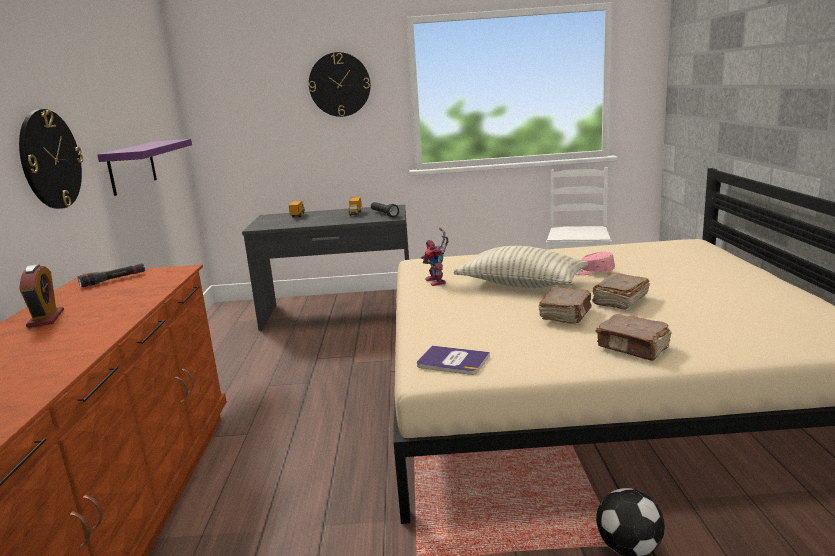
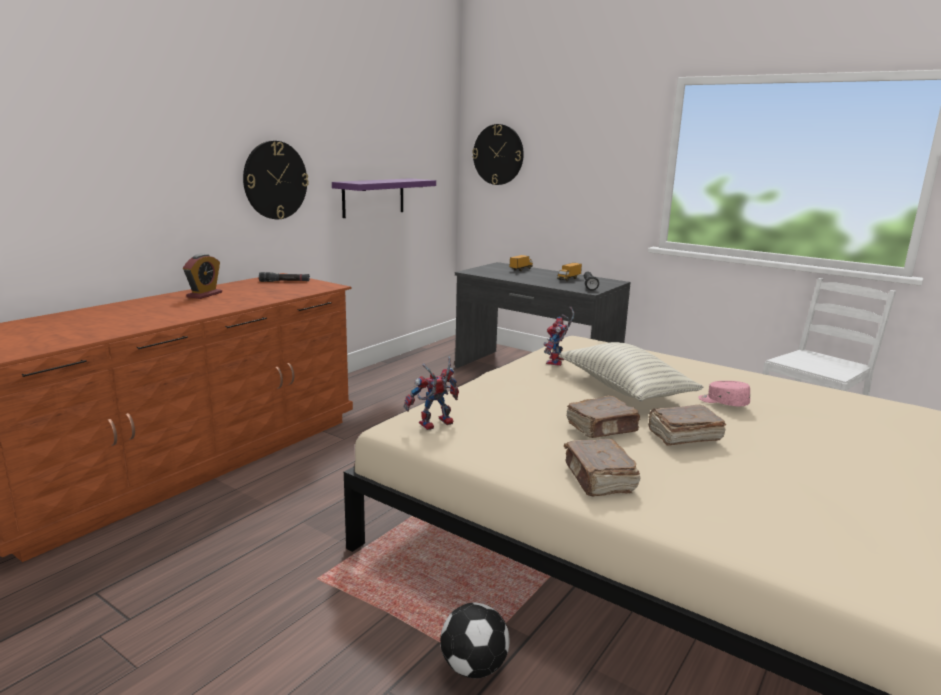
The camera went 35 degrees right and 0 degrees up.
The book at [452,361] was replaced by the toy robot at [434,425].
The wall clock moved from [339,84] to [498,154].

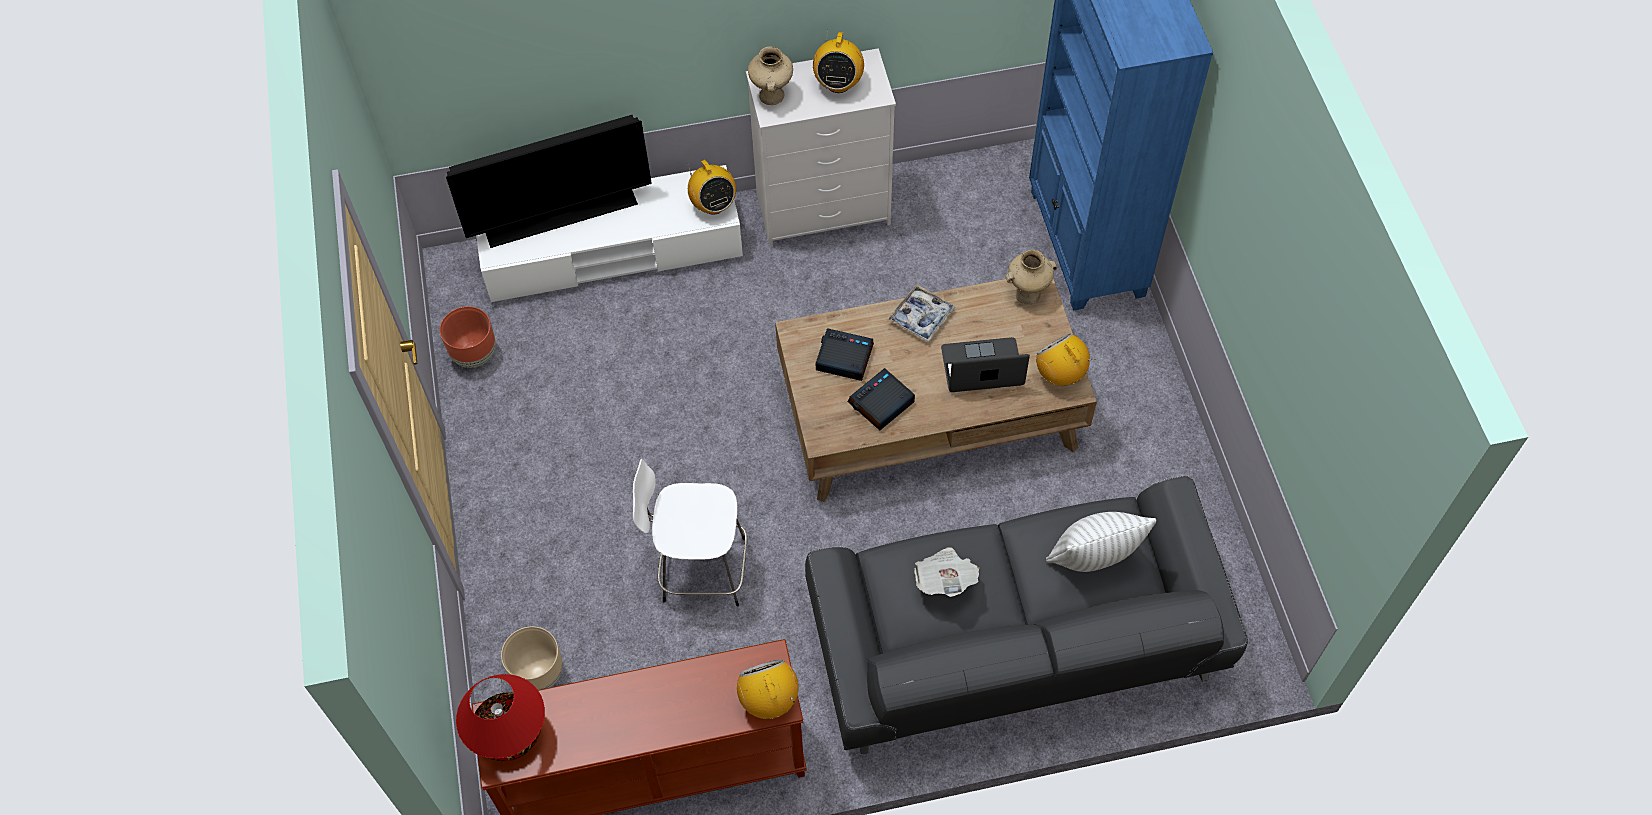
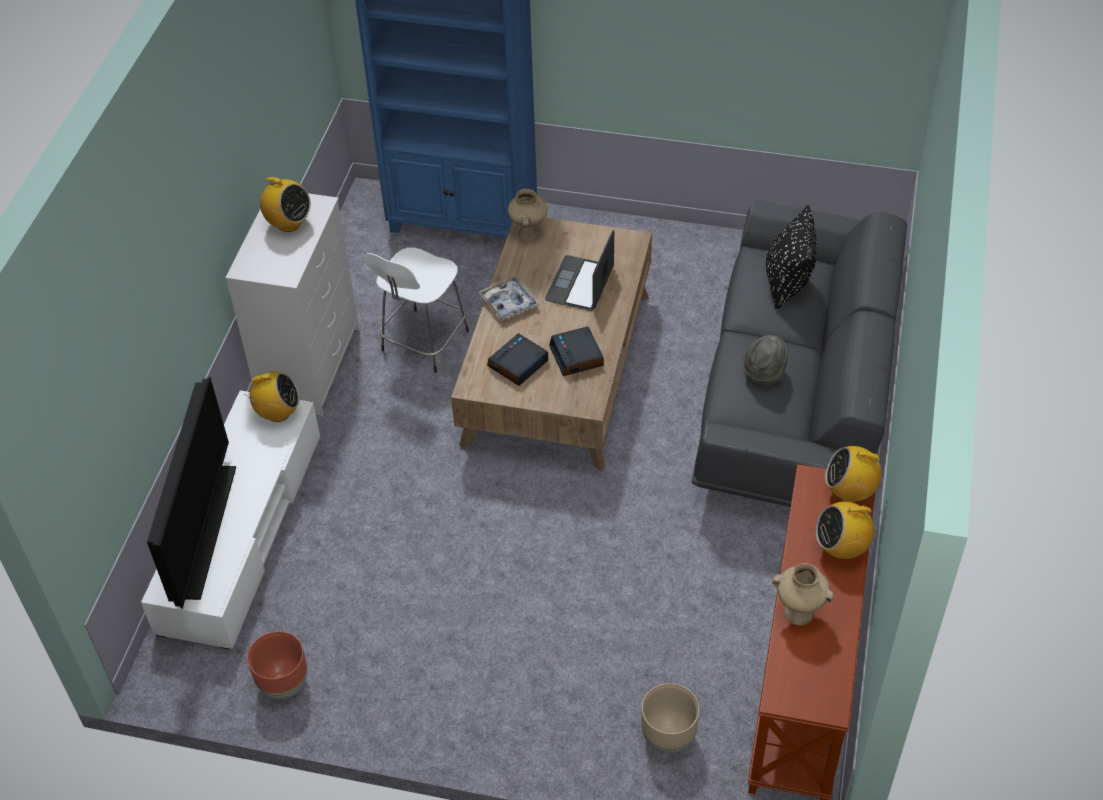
The camera went 65 degrees left and 10 degrees down.
The stool (white) moved from [700,569] to [423,343].
The newspaper at [945,579] was replaced by the hat (grey) at [764,373].
The pillow (white) at [1094,557] became the pillow (black) at [787,283].
The vase (beige) moved from [772,96] to [799,612].
The radio moved from [1060,375] to [841,548].
The table lamp (red) at [508,733] disappeared.

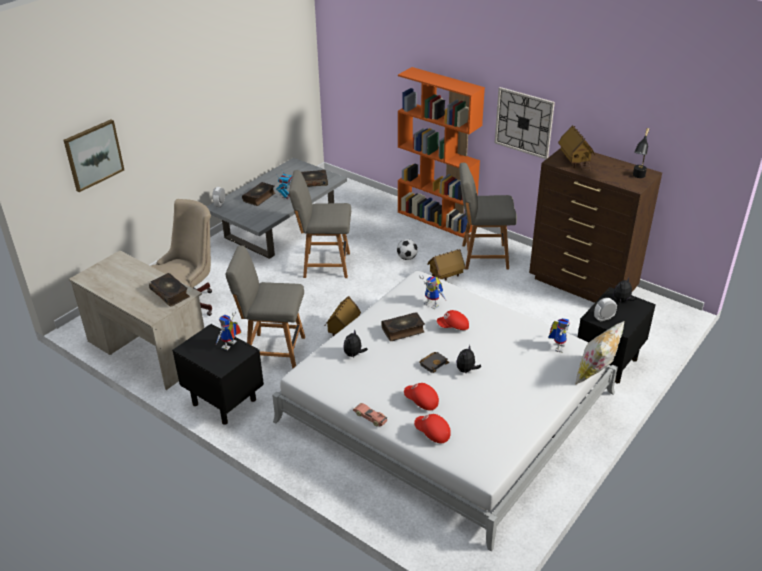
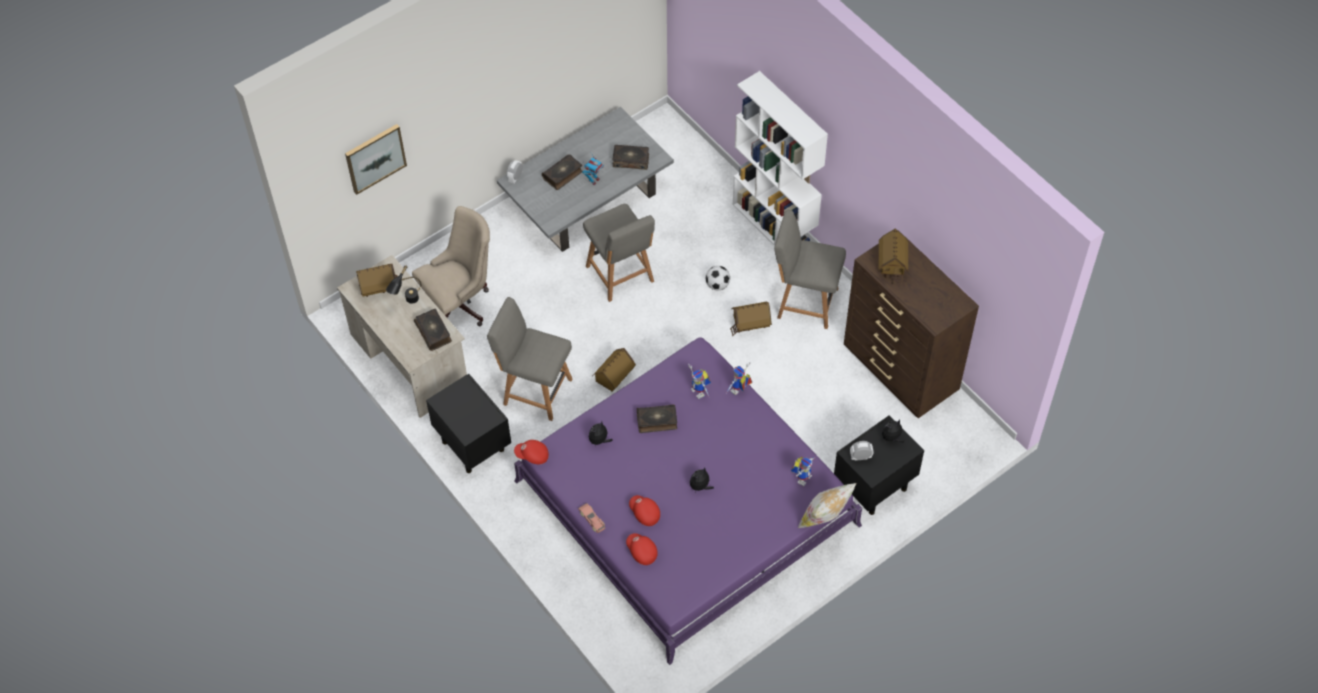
The camera went 15 degrees right and 20 degrees up.
The toy house at [379,288] appeared.
The table lamp (black) moved from [637,178] to [407,302].
The bed (white) at [446,406] became the bed (purple) at [686,502].
The cap (red) moved from [453,327] to [532,455].
The chair (grey) at [324,265] turned 135 degrees counterclockwise.
The toy robot moved from [230,346] to [739,391].
The bookcase (orange) at [436,220] became the bookcase (white) at [774,228].
The book (black) at [433,363] disappeared.
The wall clock at [524,122] disappeared.

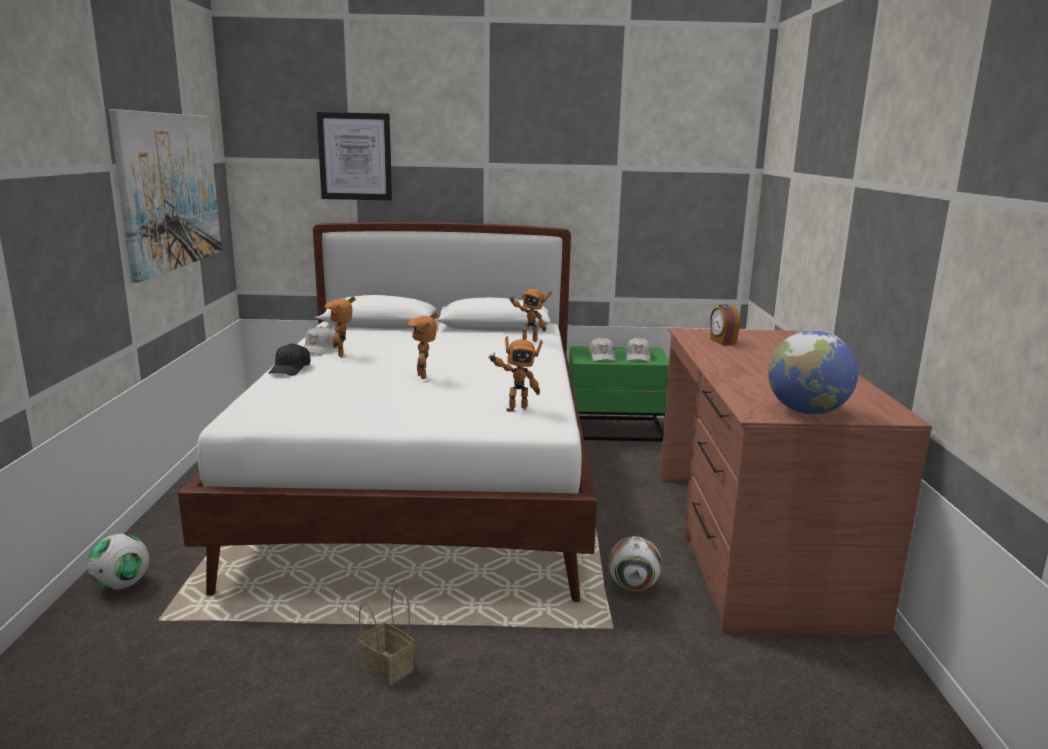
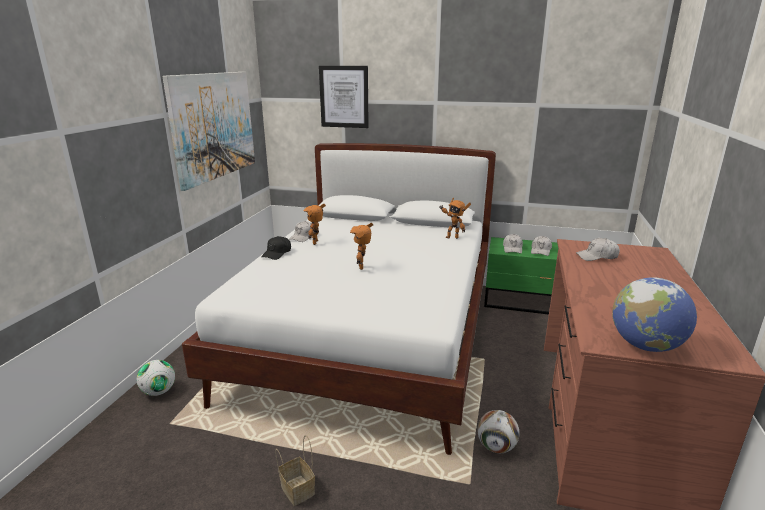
The camera went 15 degrees right and 5 degrees up.
The alarm clock at [722,341] was replaced by the cap (white) at [597,256].
The toy robot at [515,408] disappeared.

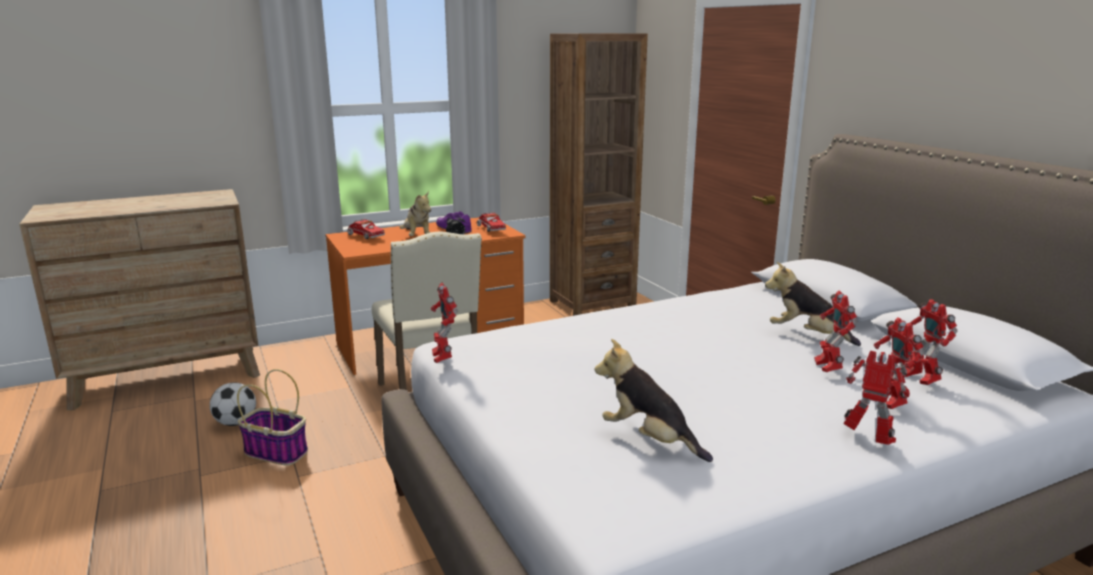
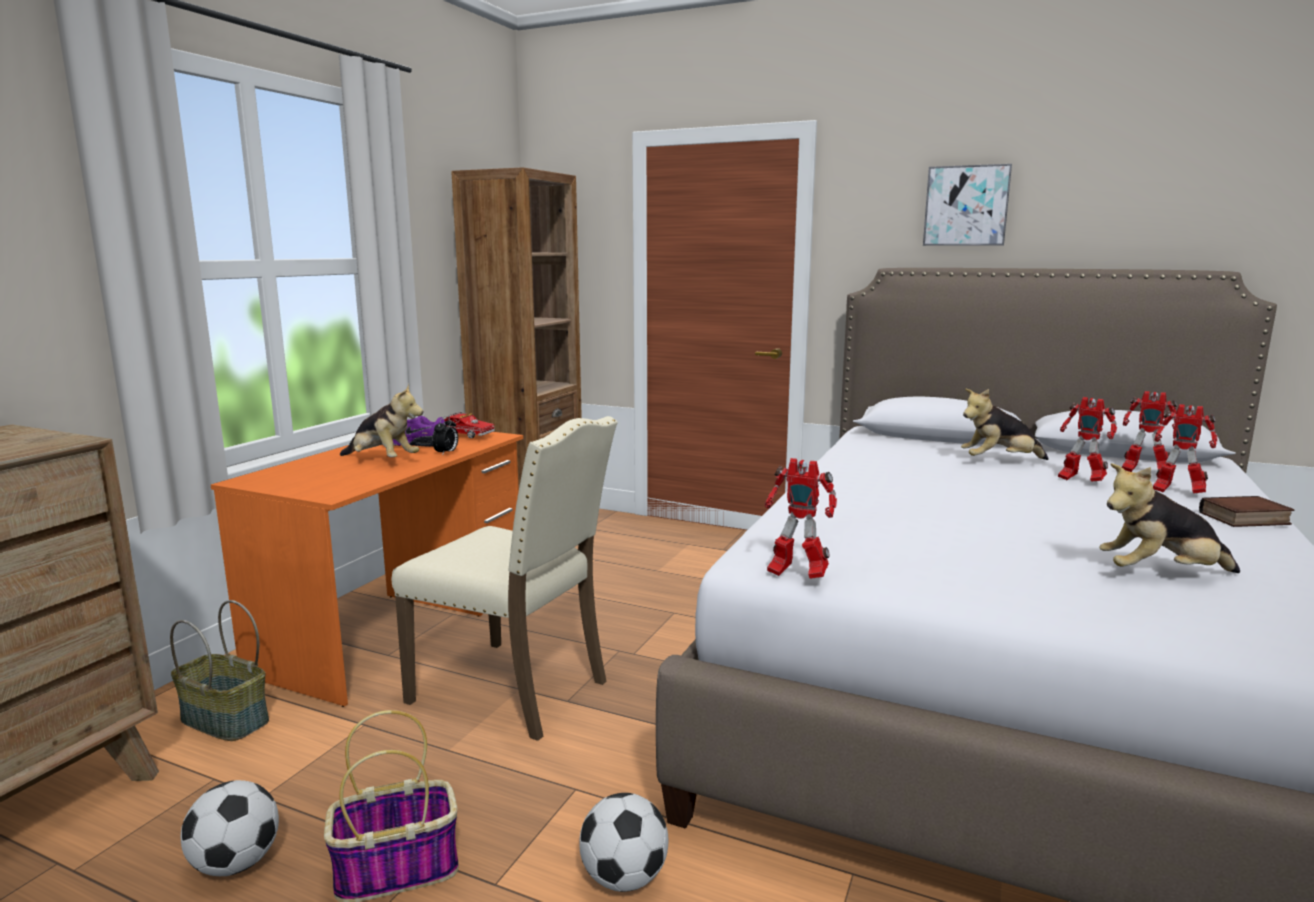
The camera went 40 degrees left and 5 degrees down.
The basket at [223,721] appeared.
The football at [624,878] appeared.
The picture at [966,206] appeared.
The toy robot at [869,440] was replaced by the book at [1244,519].
The toy truck at [364,236] disappeared.

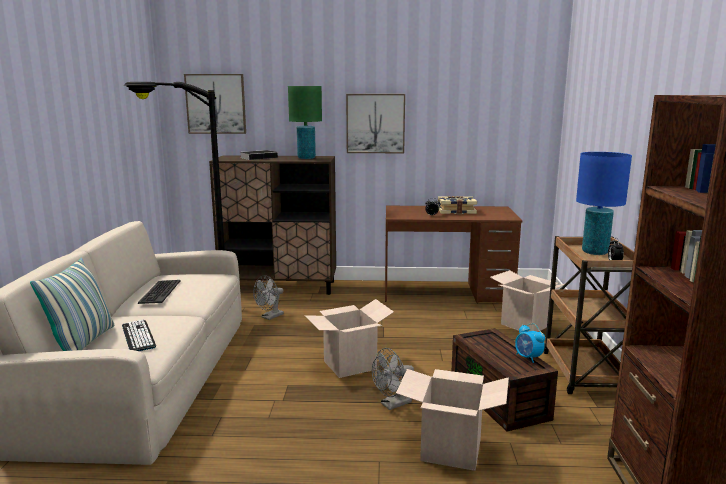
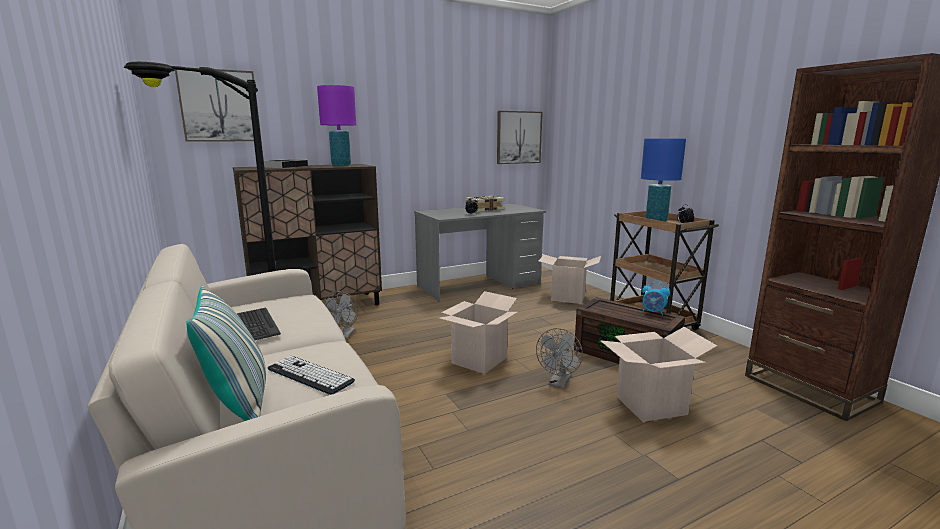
The camera went 30 degrees left and 0 degrees up.
The table lamp (green) at [306,158] became the table lamp (purple) at [341,165].
The desk (brown) at [447,293] became the desk (grey) at [479,285].
The picture moved from [375,123] to [518,137].

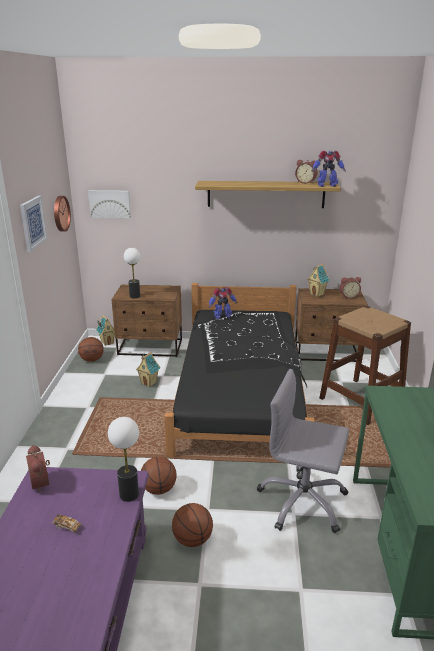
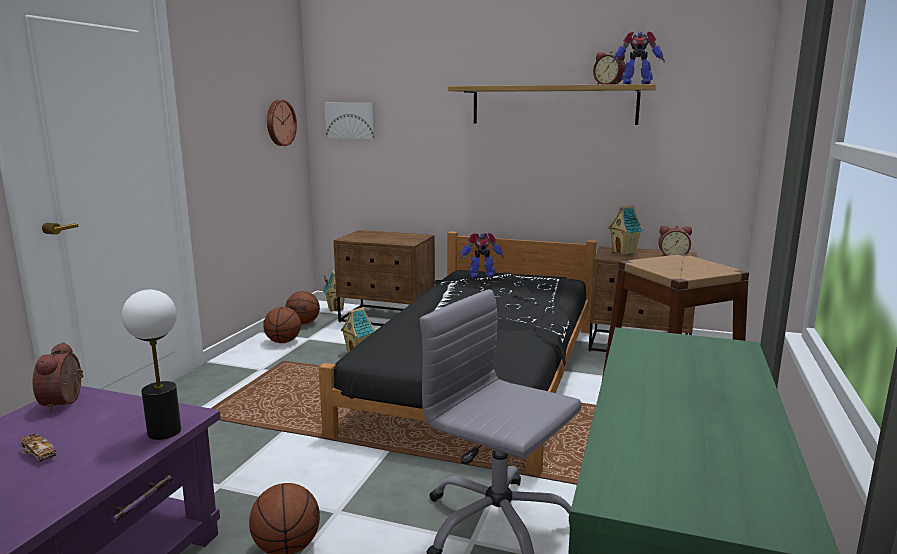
The camera went 15 degrees right and 10 degrees down.
The basketball moved from [159,489] to [283,342].
The picture at [32,223] disappeared.
The table lamp at [135,296] disappeared.

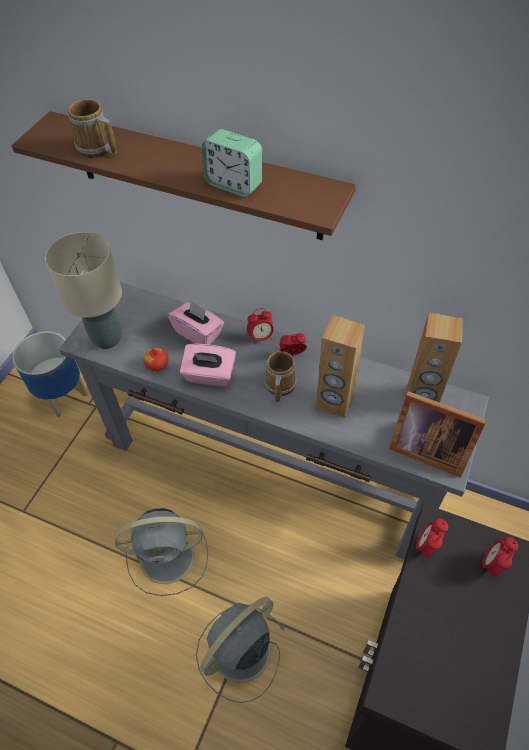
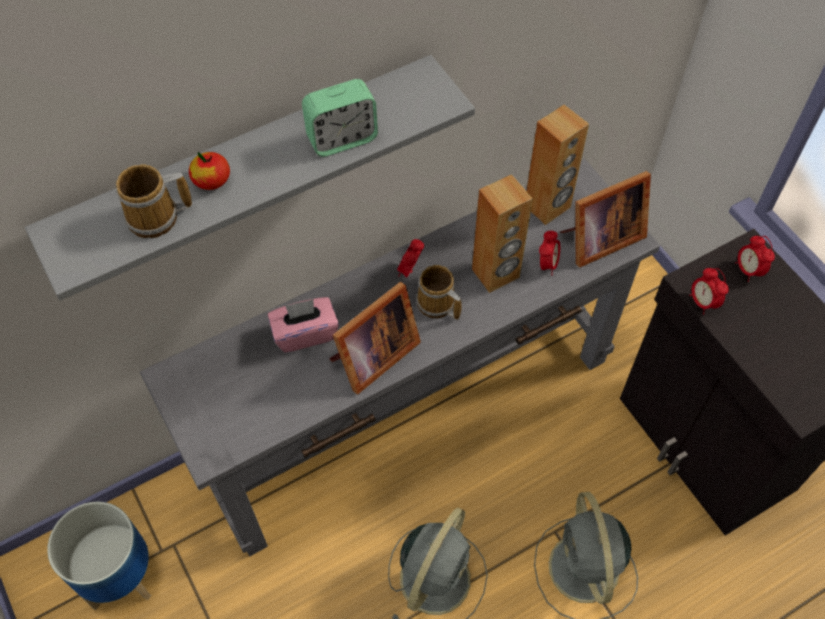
The camera went 55 degrees left and 5 degrees up.
The shelf (brown) at [196,176] became the shelf (grey) at [246,166].
The apple moved from [157,365] to [212,180].
The tissue box (pink) at [209,375] was replaced by the picture frame at [372,357].
The alarm clock moved from [261,337] to [547,264].
The table lamp (beige) at [107,339] disappeared.

